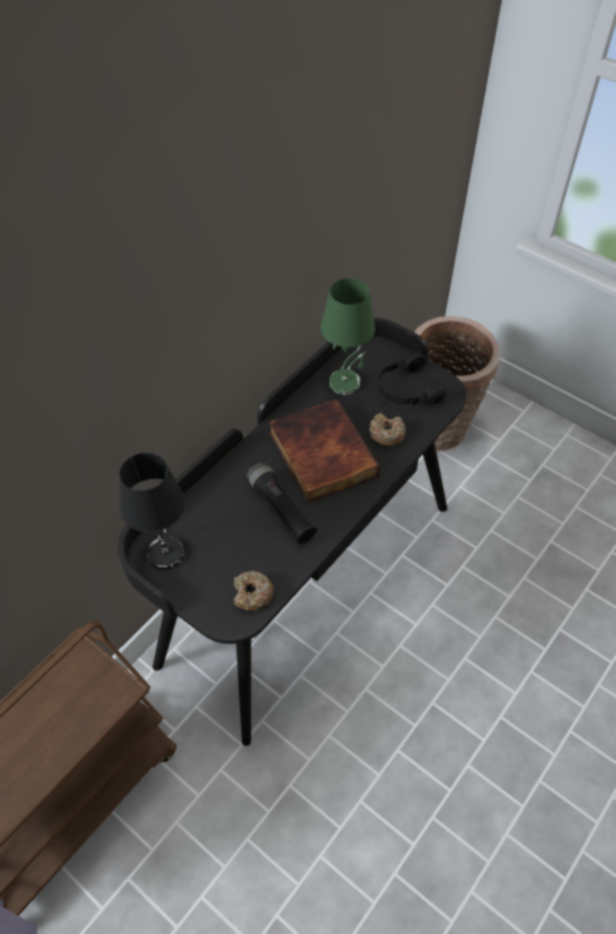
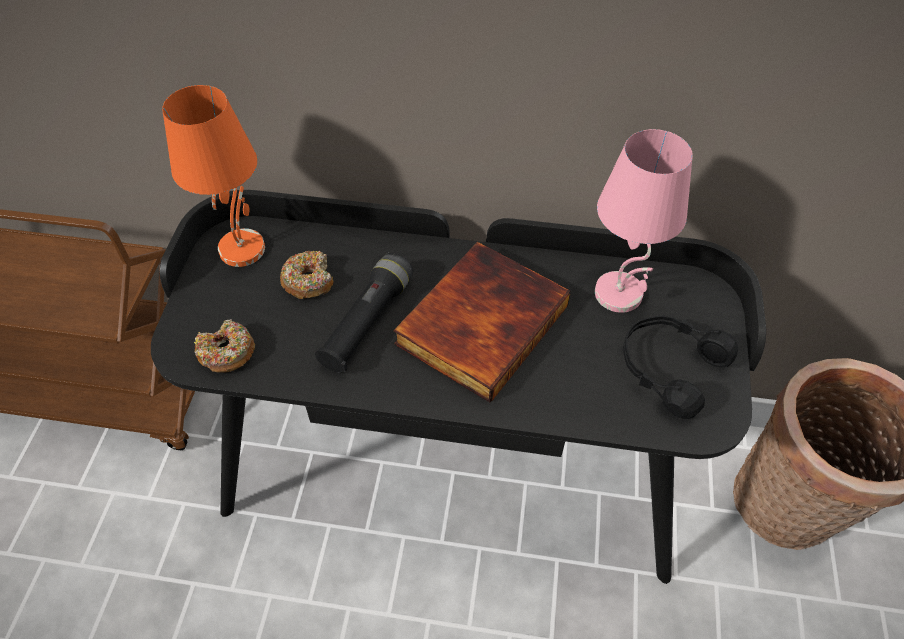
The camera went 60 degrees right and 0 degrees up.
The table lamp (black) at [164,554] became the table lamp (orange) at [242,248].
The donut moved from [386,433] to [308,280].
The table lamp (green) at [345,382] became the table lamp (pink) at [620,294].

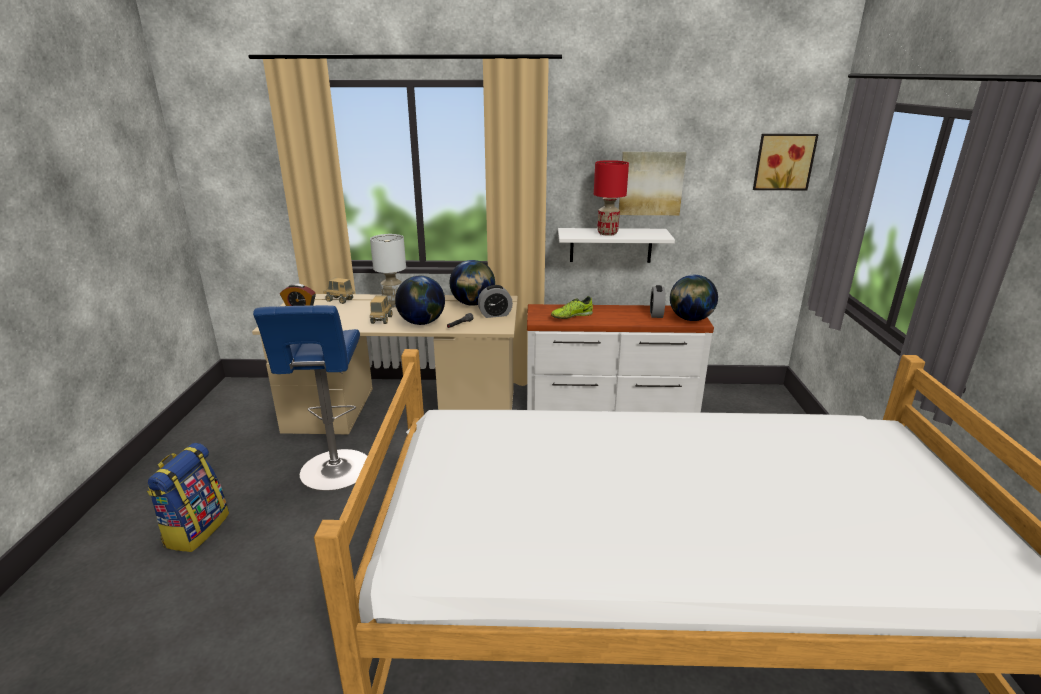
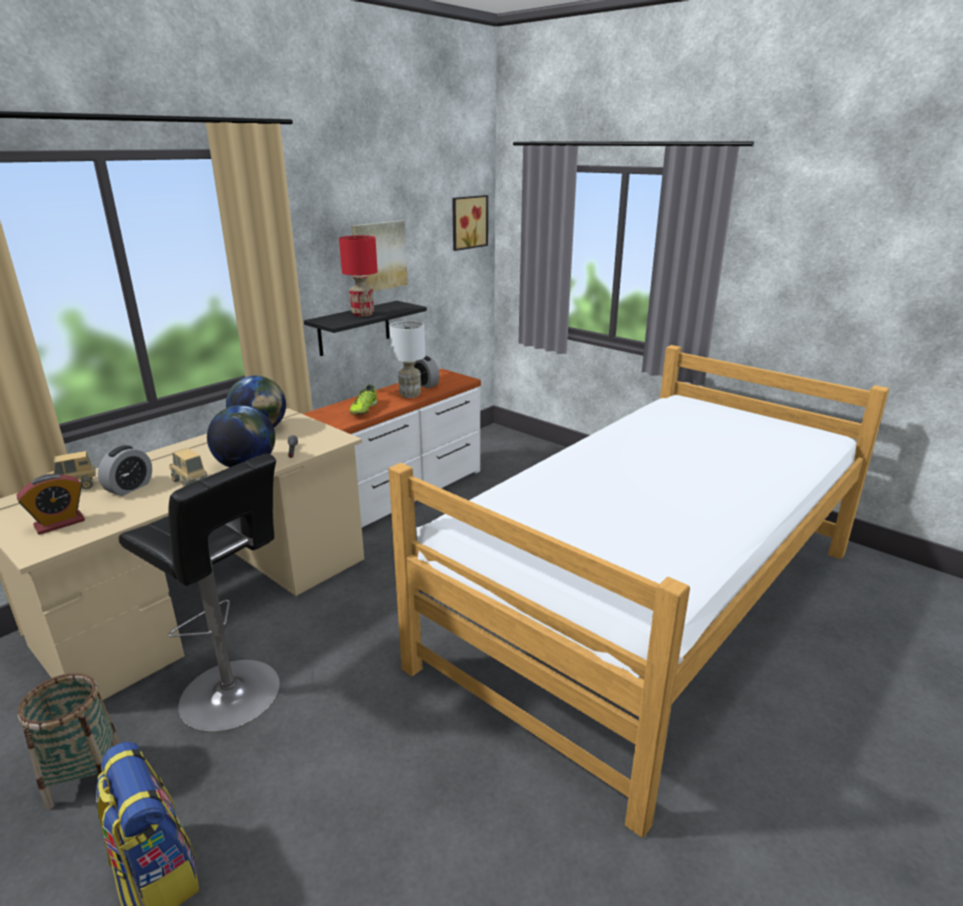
The camera went 50 degrees left and 0 degrees up.
The basket at [85,776] appeared.
The alarm clock moved from [495,314] to [129,488].
The stool (blue) at [335,472] became the stool (black) at [235,697].
The shelf (white) at [610,245] became the shelf (black) at [354,328].
The table lamp (white) moved from [393,304] to [409,395].
The globe at [690,319] disappeared.

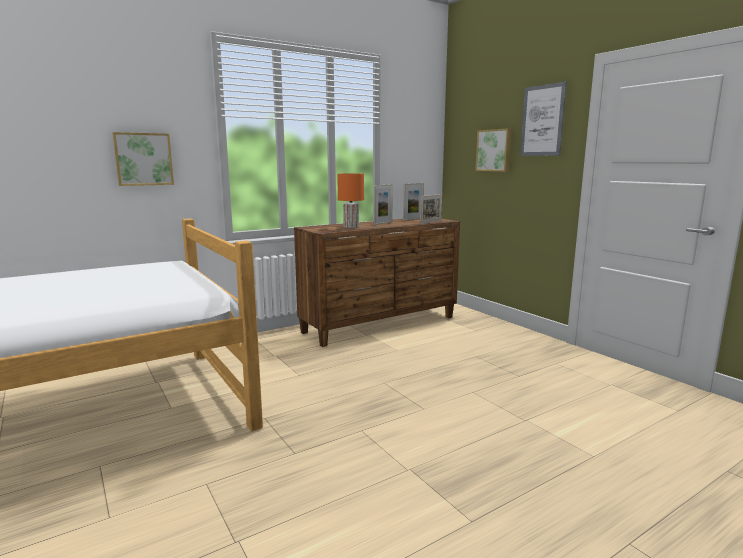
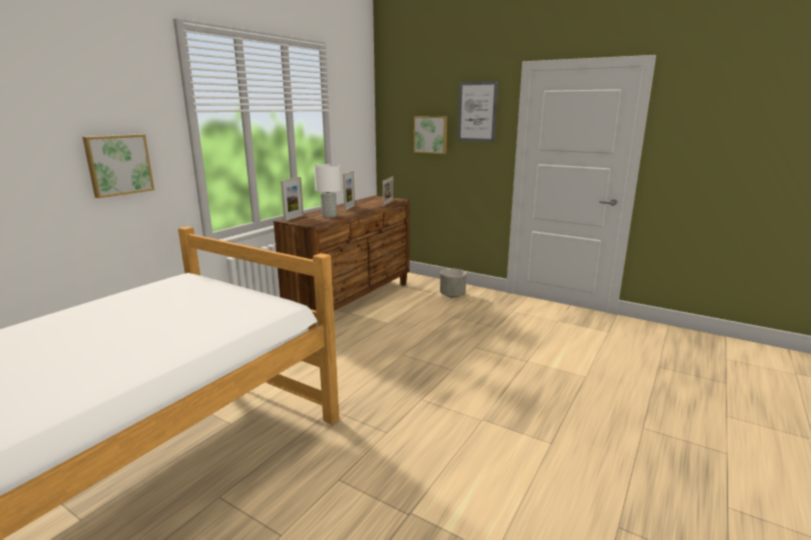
The camera went 25 degrees left and 5 degrees up.
The picture frame moved from [413,219] to [294,218].
The table lamp (orange) at [350,227] became the table lamp (white) at [329,216].
The planter (grey) at [452,295] appeared.

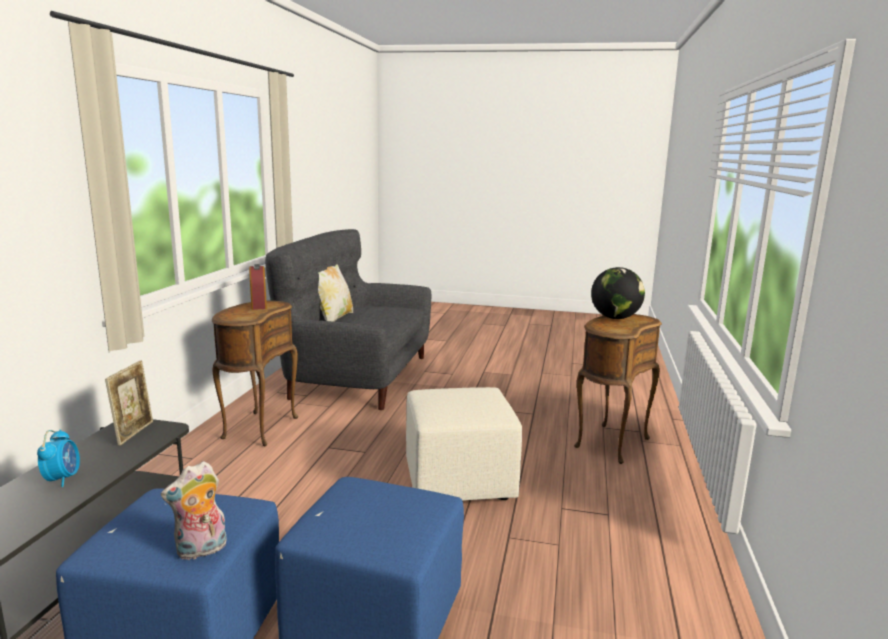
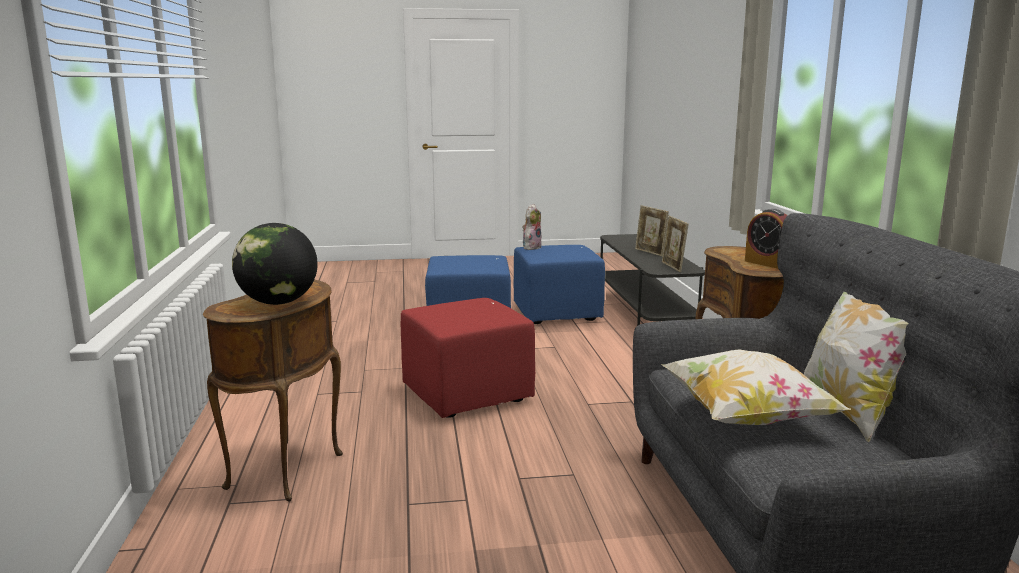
The camera went 160 degrees right and 0 degrees up.
The ottoman (beige) at [457,482] became the ottoman (red) at [468,394].
The alarm clock at [62,479] was replaced by the picture frame at [650,252].
The pillow at [745,418] appeared.

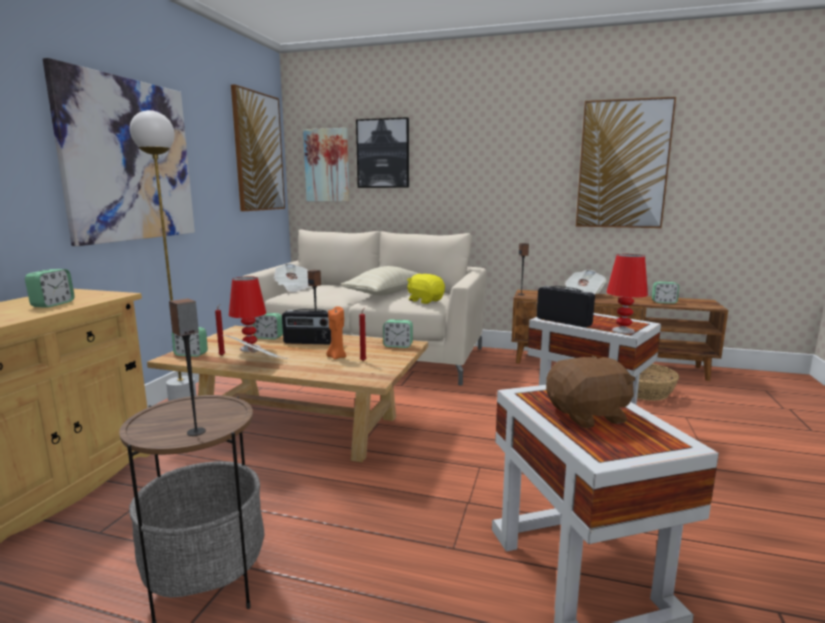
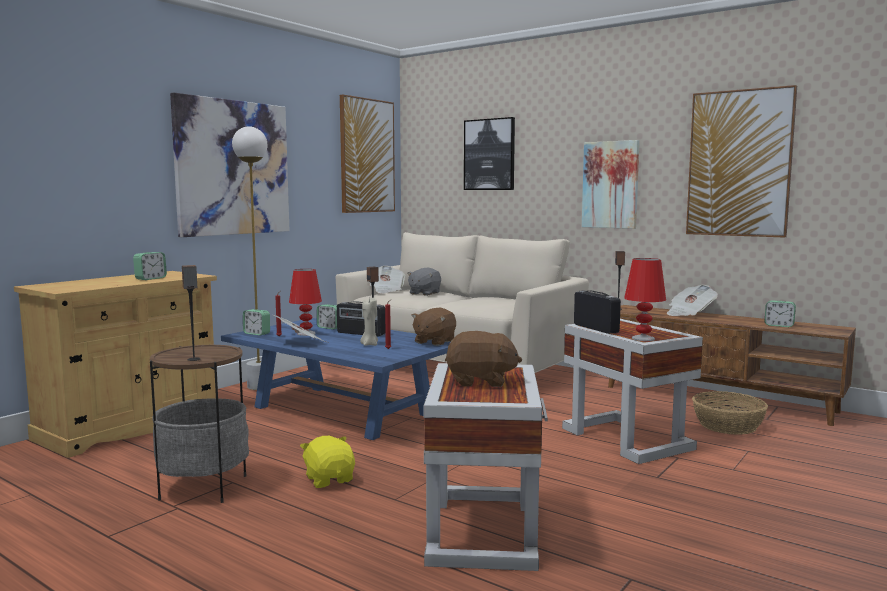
The camera went 20 degrees right and 5 degrees down.
The coffee table (beige) at [300,426] became the coffee table (blue) at [343,411].
The plush toy (yellow) moved from [425,300] to [330,479].
The candle (orange) at [336,357] became the candle (beige) at [369,344].
The plush toy (grey) at [424,293] appeared.
The alarm clock at [398,346] was replaced by the plush toy (brown) at [434,341].
The picture moved from [327,165] to [610,185].
The pillow (beige) at [385,293] disappeared.

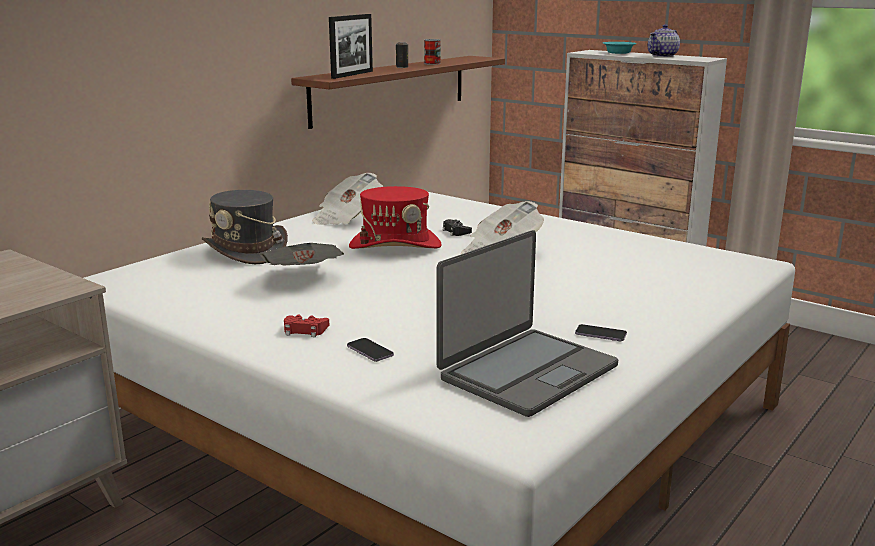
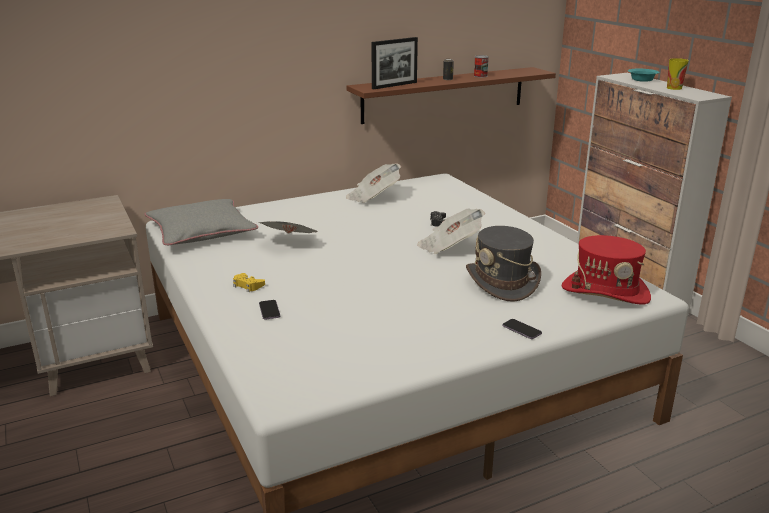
The camera went 25 degrees right and 5 degrees up.
The pillow (grey) at [201,231] appeared.
The game controller (red) at [305,330] became the game controller (yellow) at [248,285].
The hat (grey) moved from [246,251] to [502,282].
The phone moved from [600,334] to [521,330].
The hat (red) moved from [395,245] to [605,292].
The teapot at [663,56] was replaced by the cup at [674,88].
The laptop at [526,372] disappeared.

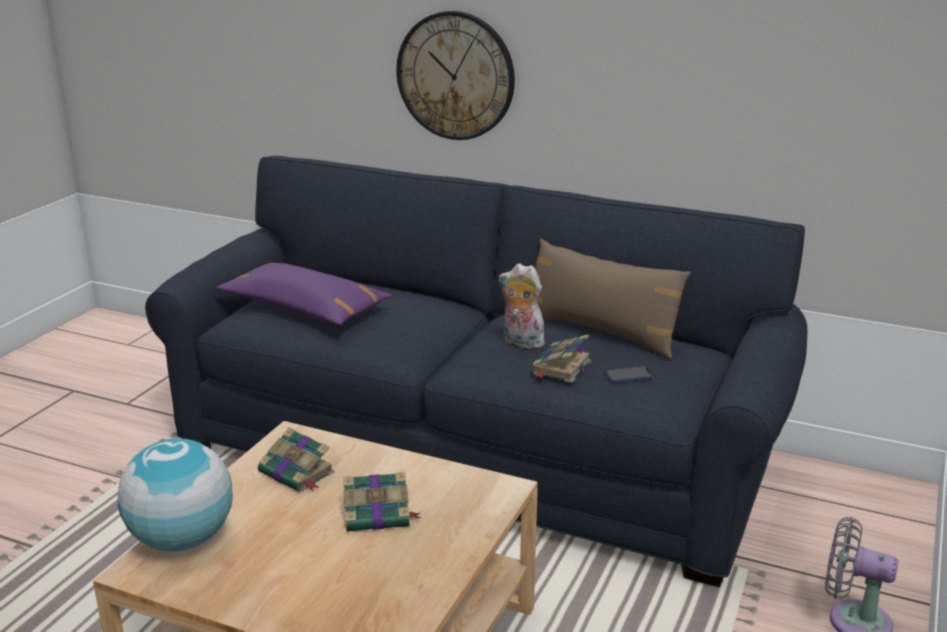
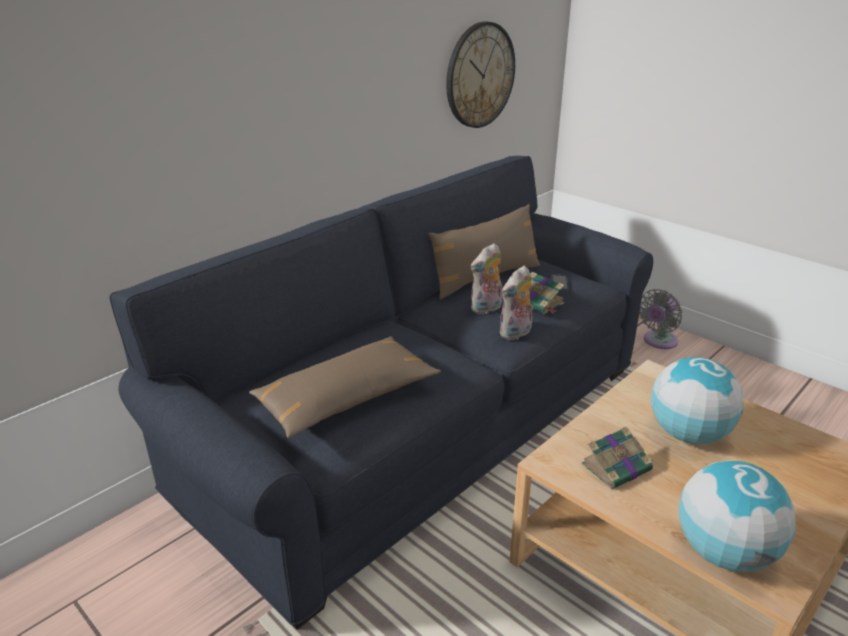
The camera went 70 degrees left and 5 degrees up.
The pillow (purple) at [305,309] became the pillow (brown) at [346,398].
The wall clock moved from [455,76] to [480,75].
The plush toy at [516,333] appeared.
The book at [378,515] was replaced by the globe at [687,434].

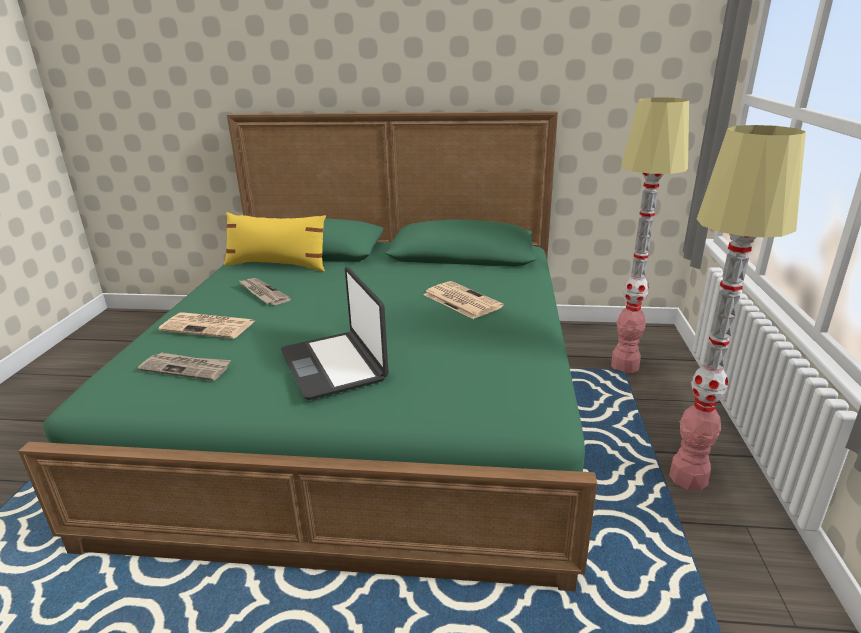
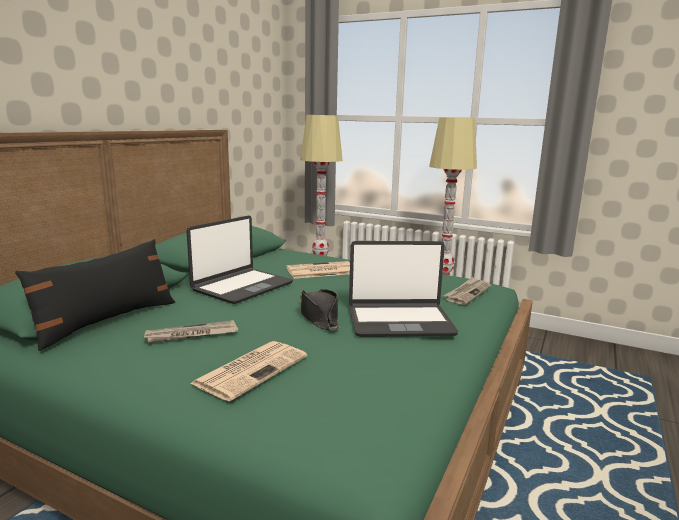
The camera went 70 degrees left and 10 degrees down.
The pillow (yellow) at [277,265] became the pillow (black) at [107,321].
The laptop at [242,287] appeared.
The hat (black) at [319,317] appeared.
The newspaper moved from [186,368] to [467,293].

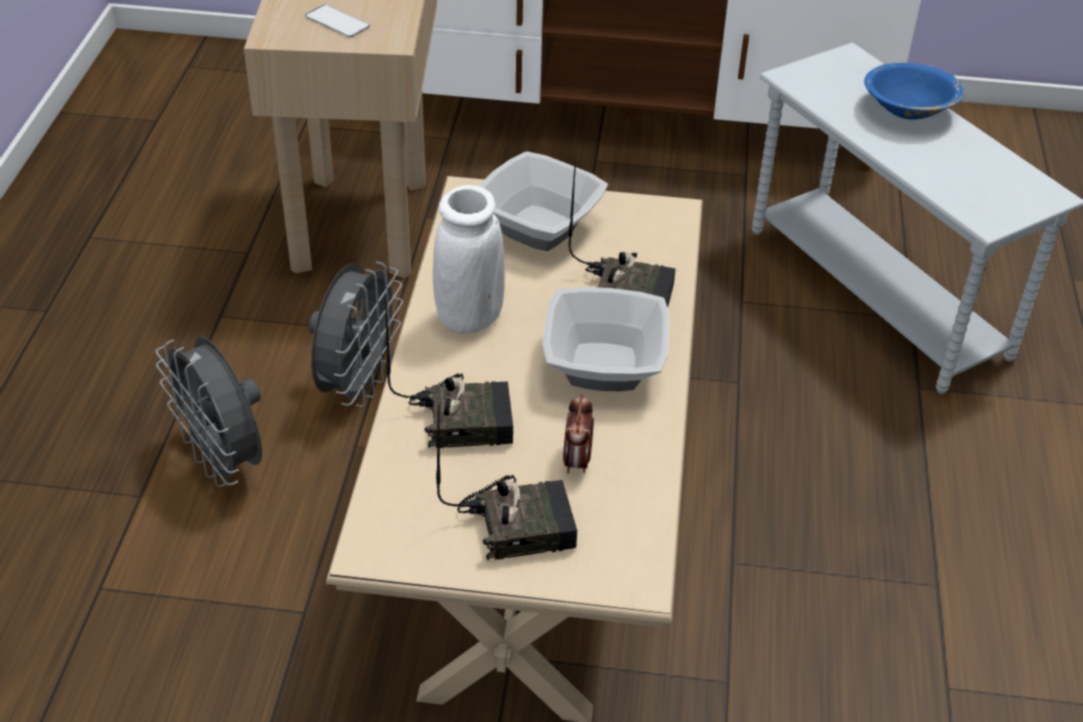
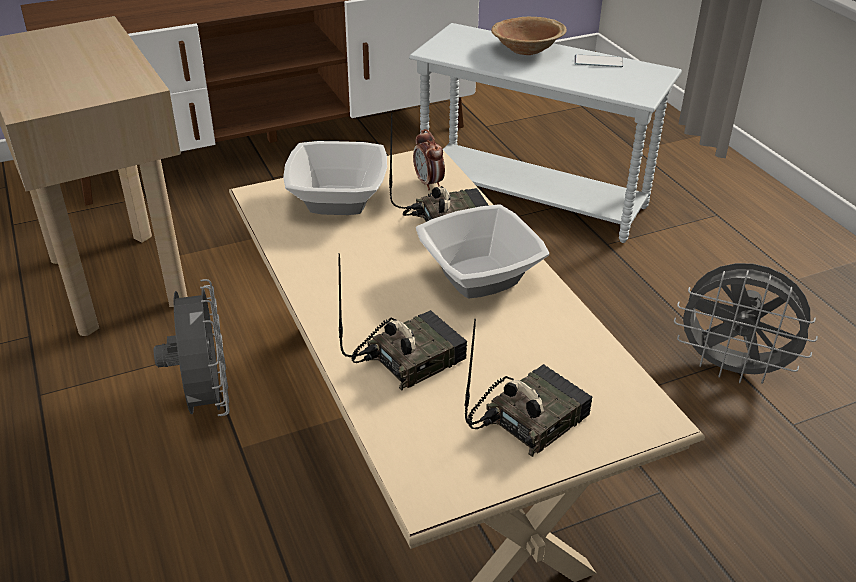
The camera went 30 degrees left and 5 degrees down.
The alarm clock moved from [577,461] to [429,183].
The bowl (blue) at [908,110] became the bowl (brown) at [527,50].
The phone moved from [337,21] to [598,61].
The fan (grey) moved from [225,462] to [732,369].
The vase (white) at [470,317] disappeared.

